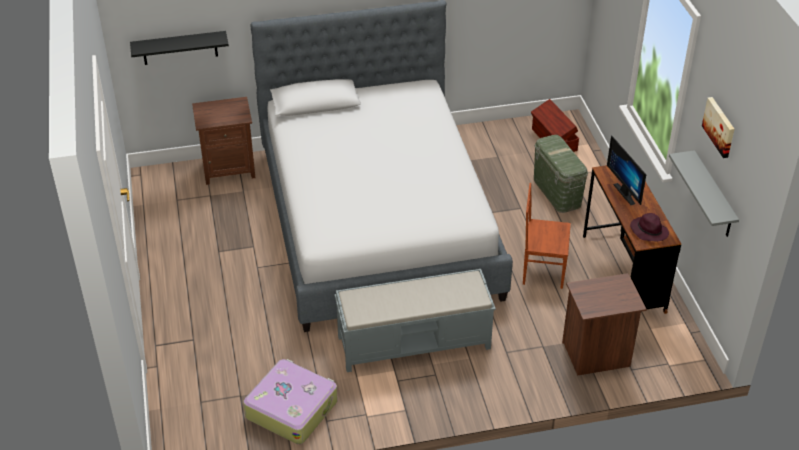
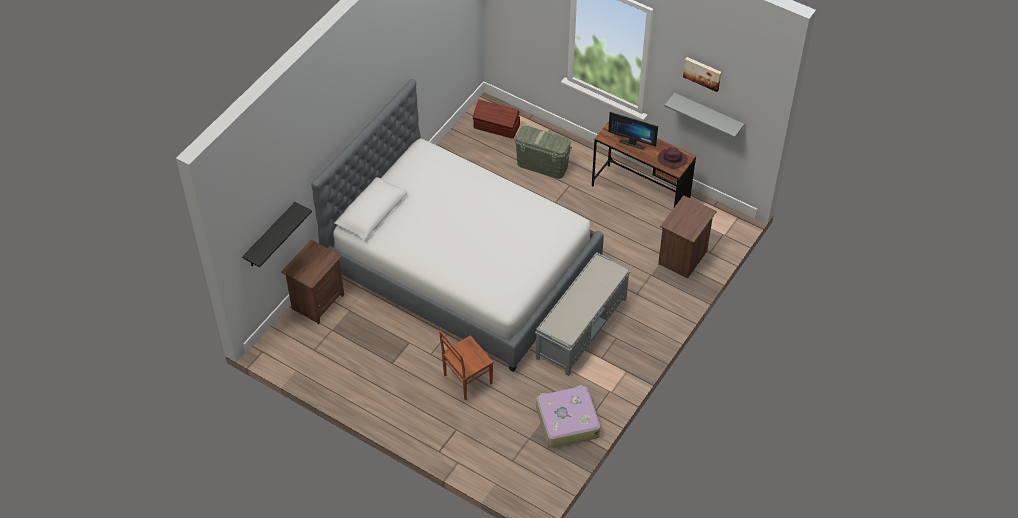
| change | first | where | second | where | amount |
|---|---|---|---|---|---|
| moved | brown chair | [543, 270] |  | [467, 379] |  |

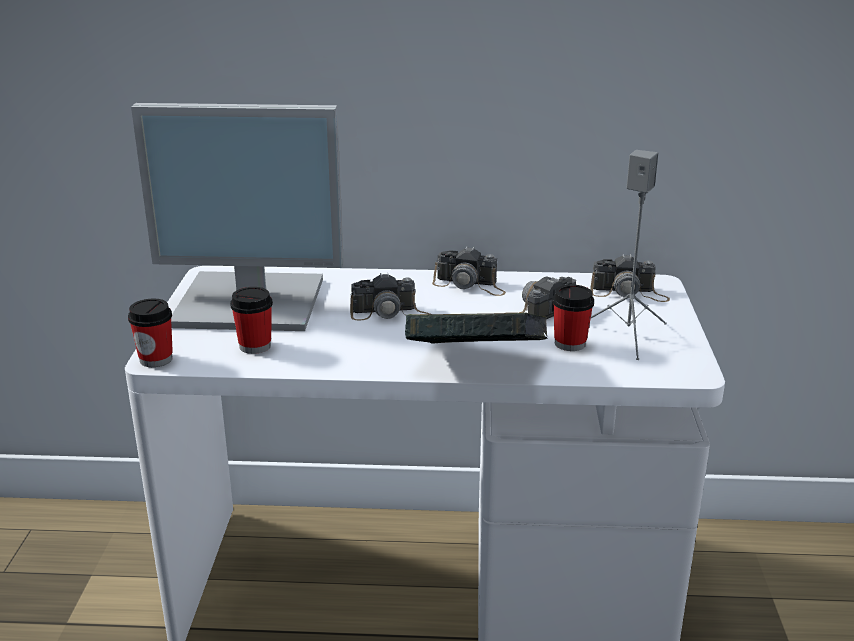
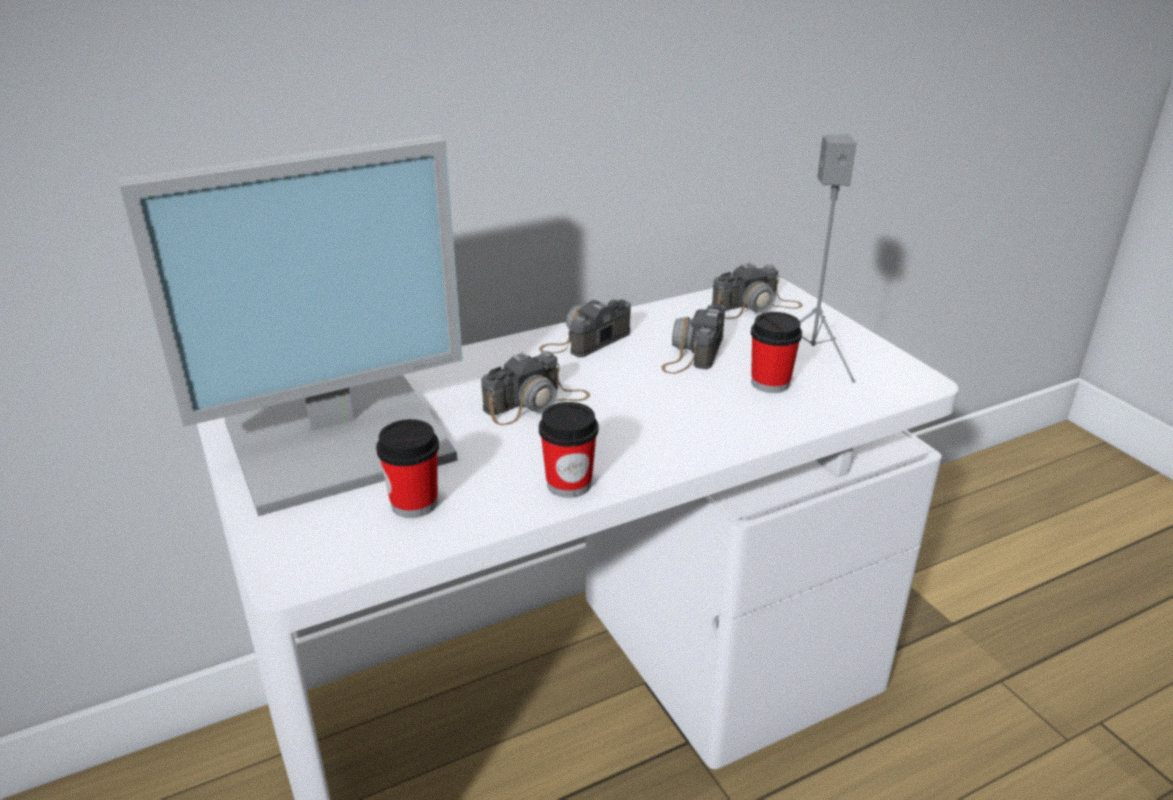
| change | first | where | second | where | amount |
|---|---|---|---|---|---|
| turned | photo camera | [470, 285] |  | [586, 340] | 150 degrees clockwise |
| moved | cup | [156, 359] |  | [569, 484] |  |
| removed | book | [476, 364] |  |  |  |

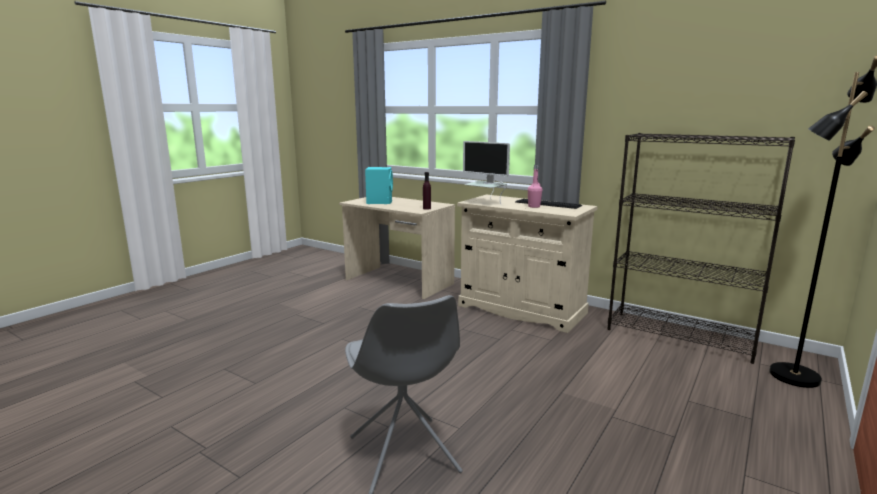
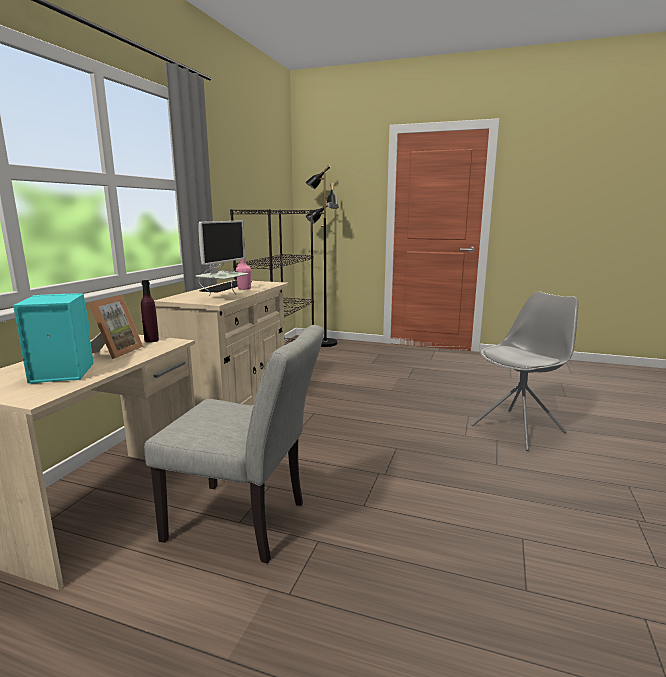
| change | first | where | second | where | amount |
|---|---|---|---|---|---|
| added |  |  | picture frame | [115, 352] |  |
| added |  |  | grey chair | [246, 523] |  |

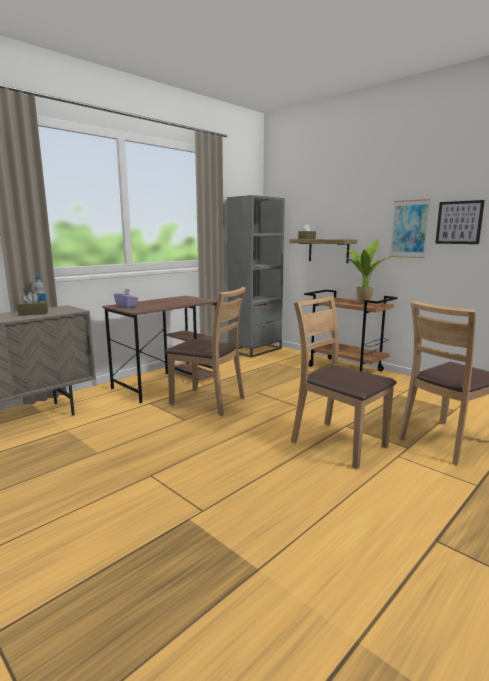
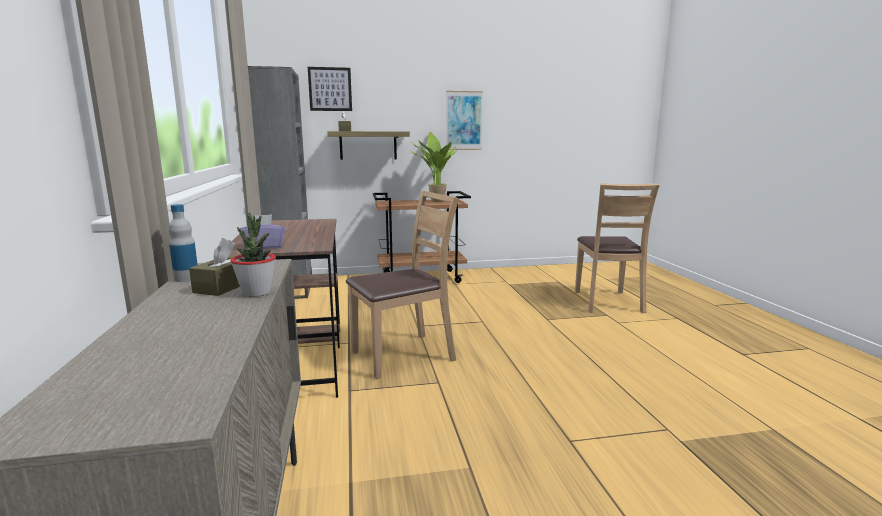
| change | first | where | second | where | amount |
|---|---|---|---|---|---|
| added |  |  | potted plant | [256, 293] |  |
| moved | picture | [459, 222] |  | [330, 89] |  |
| removed | brown chair | [338, 443] |  |  |  |

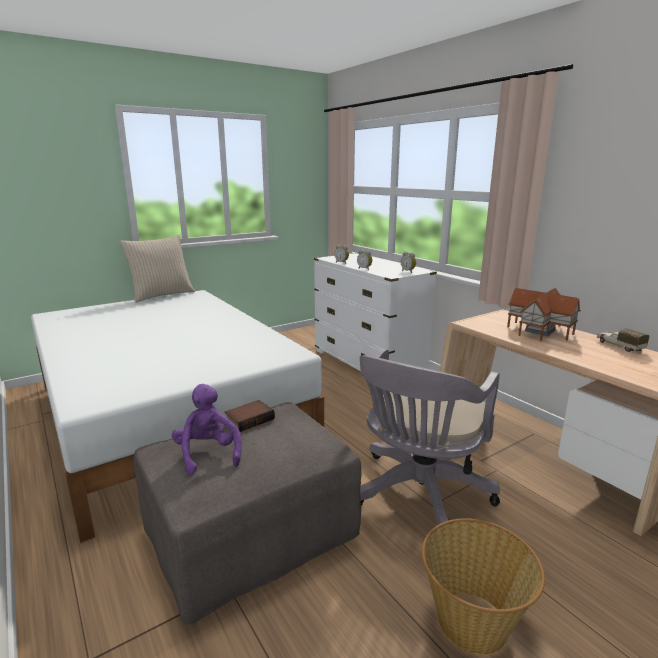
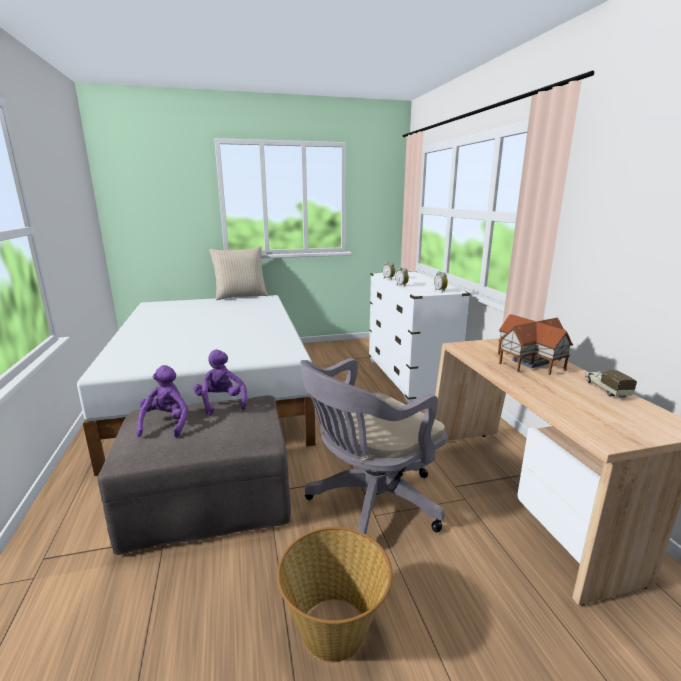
| change | first | where | second | where | amount |
|---|---|---|---|---|---|
| replaced | book | [249, 419] | purple plush toy | [221, 403] |  |

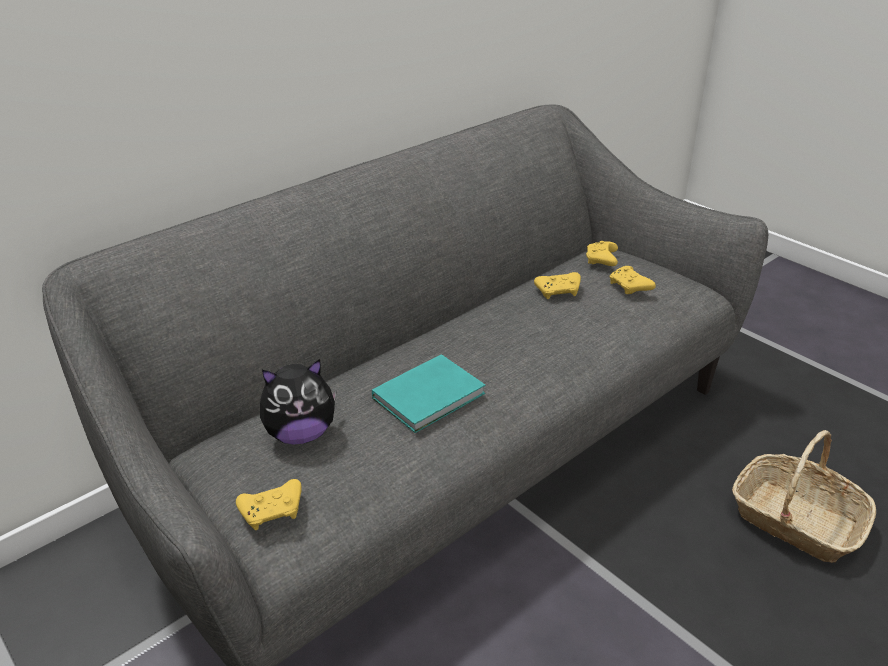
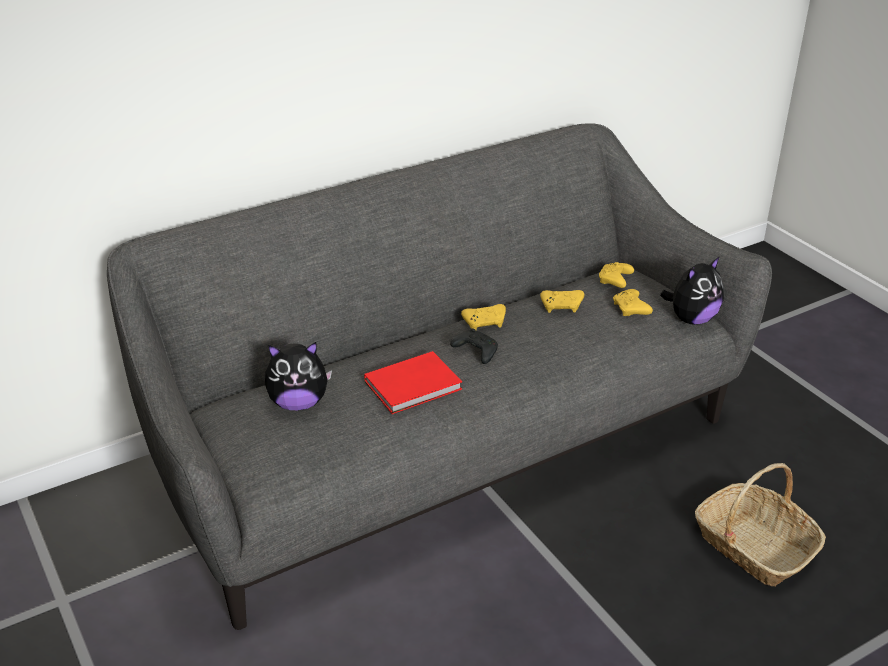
| change | first | where | second | where | amount |
|---|---|---|---|---|---|
| recoloured | turquoise book | [432, 395] | red book | [415, 385] |  |
| added |  |  | black game controller | [475, 352] |  |
| moved | yellow game controller | [273, 511] |  | [485, 323] |  |
| added |  |  | plush toy | [691, 319] |  |

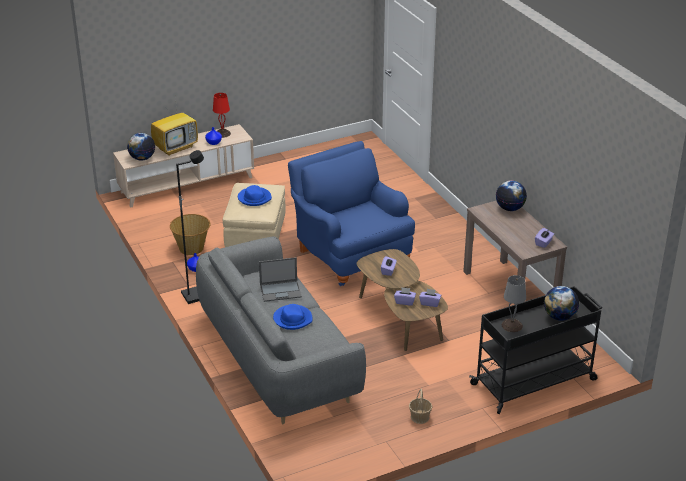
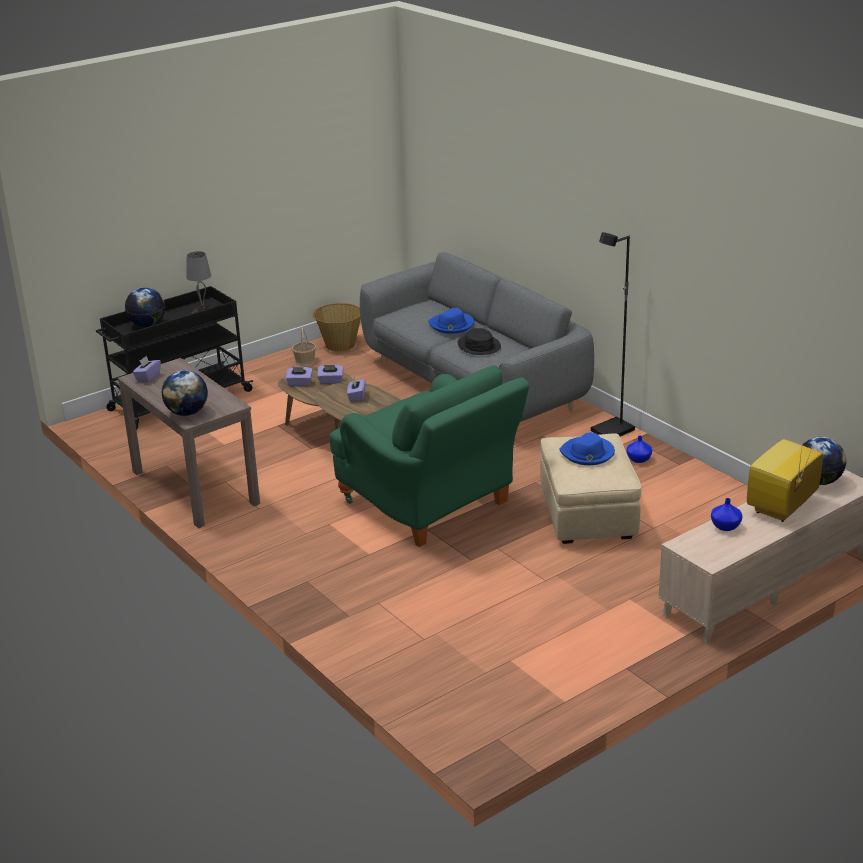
| change | first | where | second | where | amount |
|---|---|---|---|---|---|
| moved | basket | [192, 248] |  | [339, 345] |  |
| recoloured | blue armchair | [350, 254] | green armchair | [430, 506] |  |
| replaced | laptop | [281, 291] | black hat | [479, 346] |  |
| removed | red table lamp | [222, 134] |  |  |  |

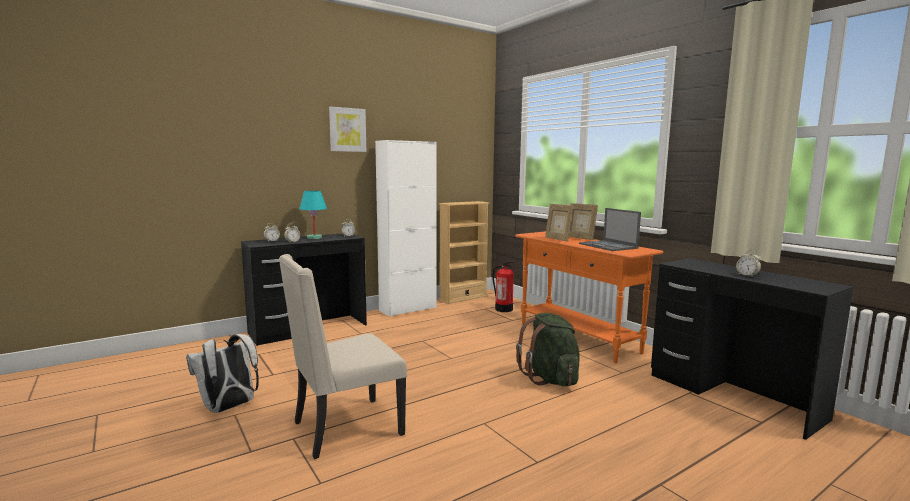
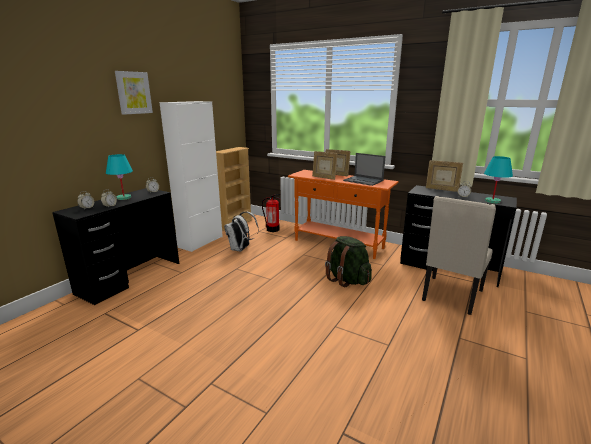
| change | first | where | second | where | amount |
|---|---|---|---|---|---|
| moved | white backpack | [228, 408] |  | [241, 249] |  |
| moved | beige chair | [345, 429] |  | [451, 296] |  |
| added |  |  | picture frame | [441, 189] |  |
| added |  |  | turquoise table lamp | [493, 201] |  |

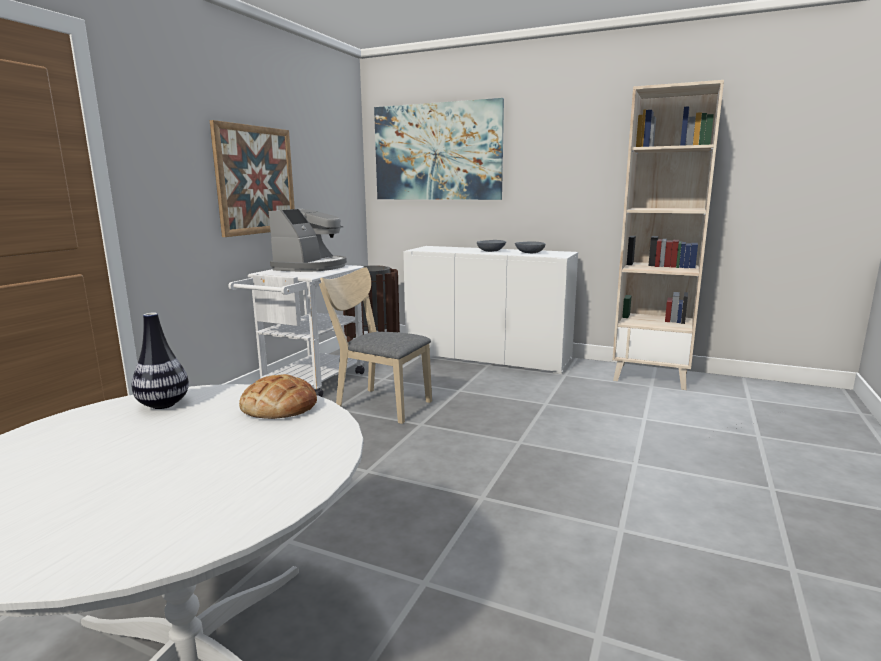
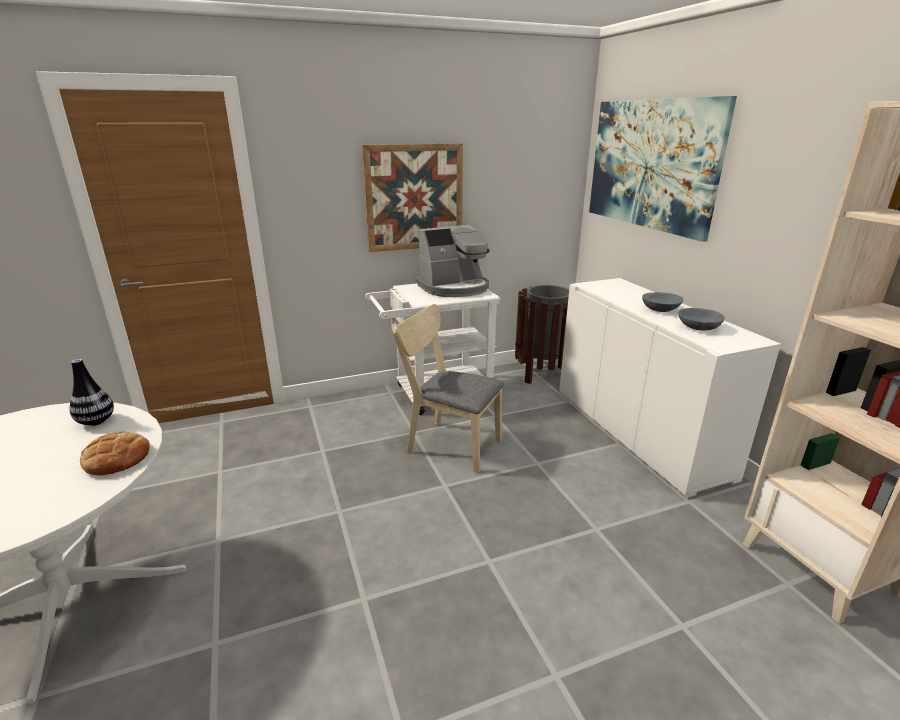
| change | first | where | second | where | amount |
|---|---|---|---|---|---|
| turned | beige chair | [378, 404] |  | [448, 444] | 45 degrees counterclockwise |

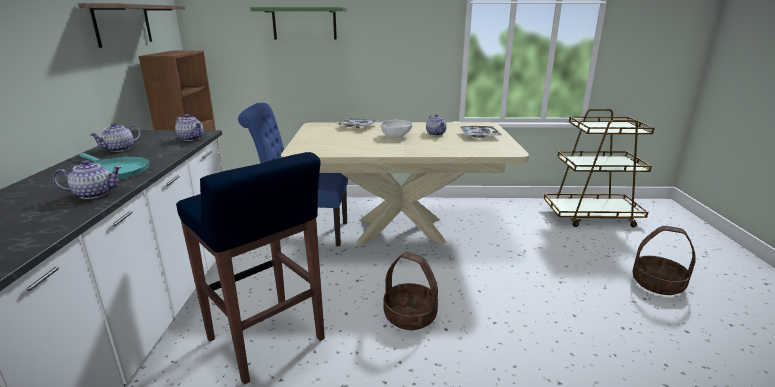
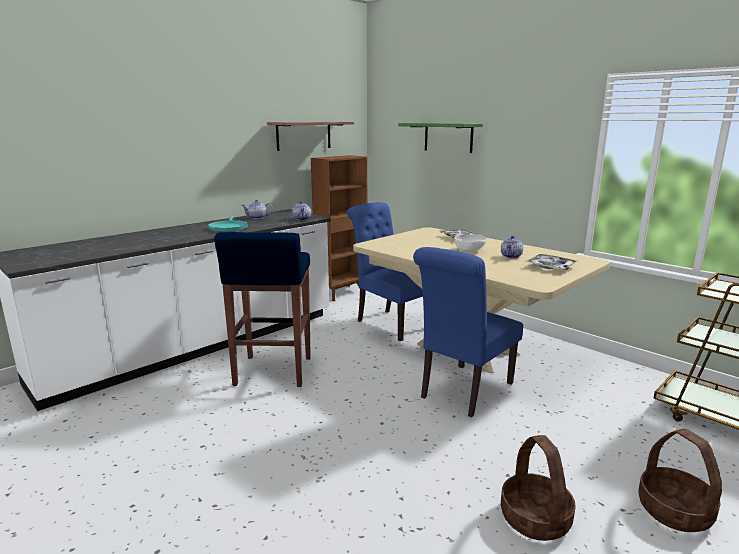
| change | first | where | second | where | amount |
|---|---|---|---|---|---|
| added |  |  | blue chair | [463, 392] |  |
| moved | basket | [410, 315] |  | [536, 519] |  |
| removed | teapot | [95, 194] |  |  |  |

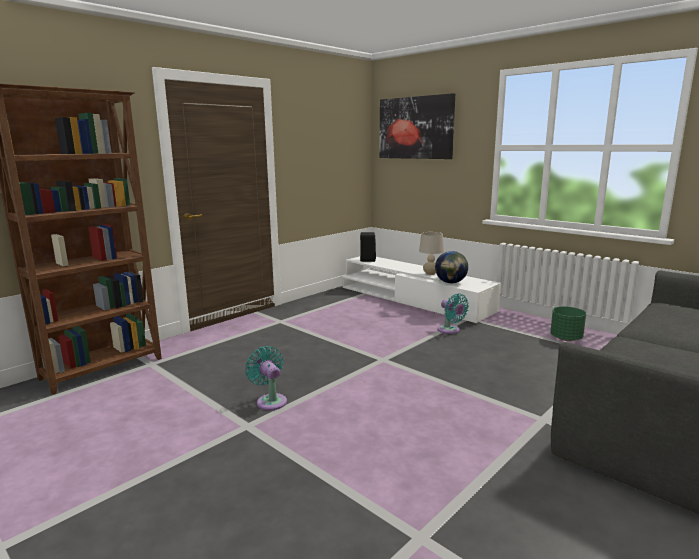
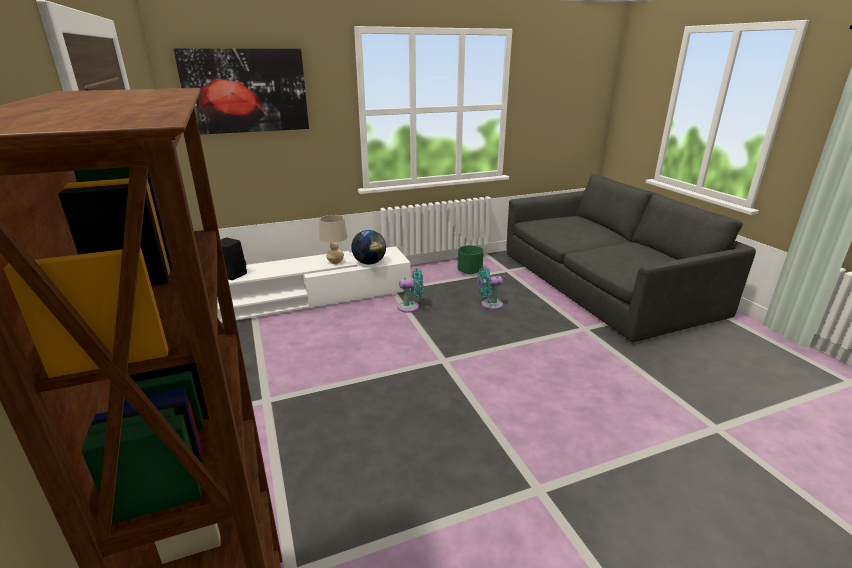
| change | first | where | second | where | amount |
|---|---|---|---|---|---|
| moved | turquoise fan | [270, 401] |  | [489, 304] |  |

